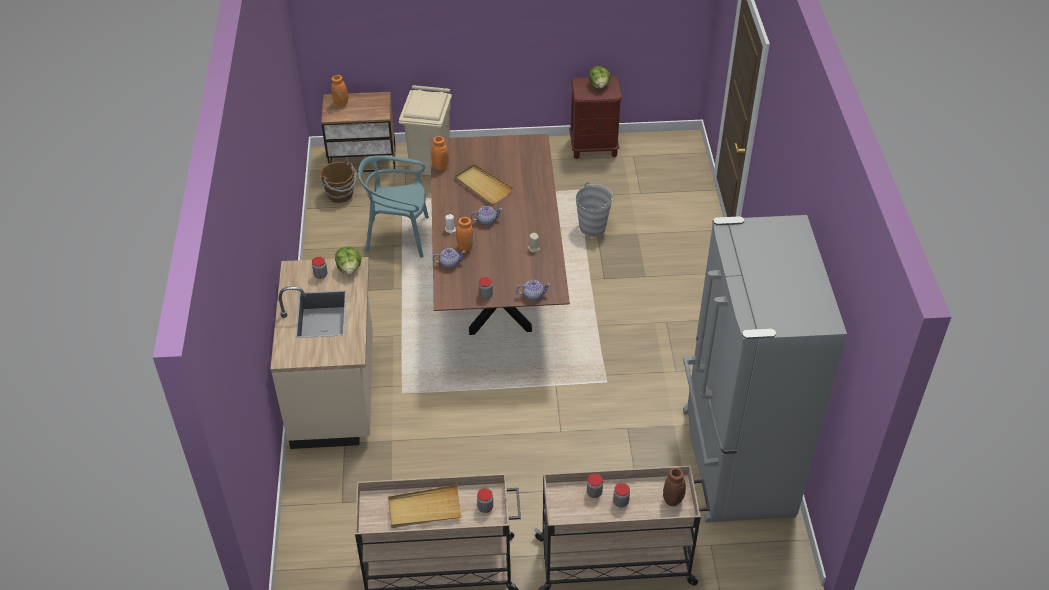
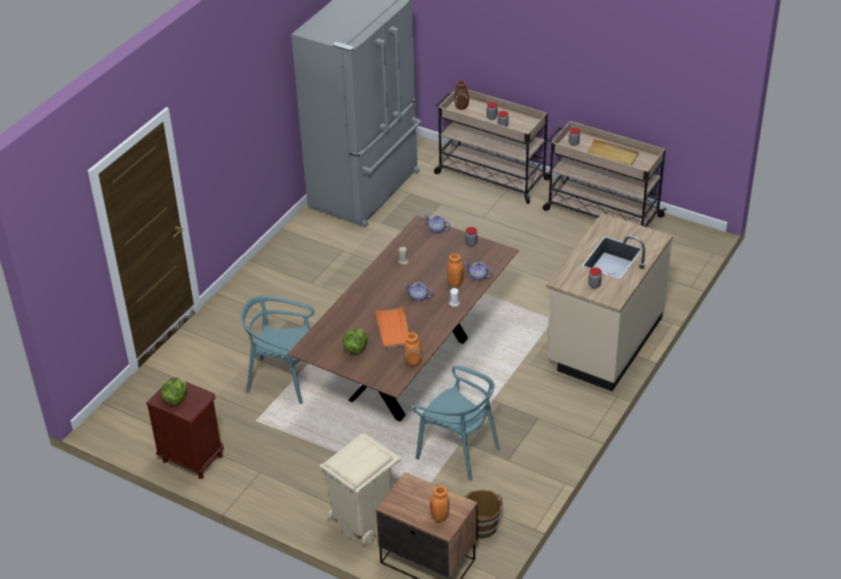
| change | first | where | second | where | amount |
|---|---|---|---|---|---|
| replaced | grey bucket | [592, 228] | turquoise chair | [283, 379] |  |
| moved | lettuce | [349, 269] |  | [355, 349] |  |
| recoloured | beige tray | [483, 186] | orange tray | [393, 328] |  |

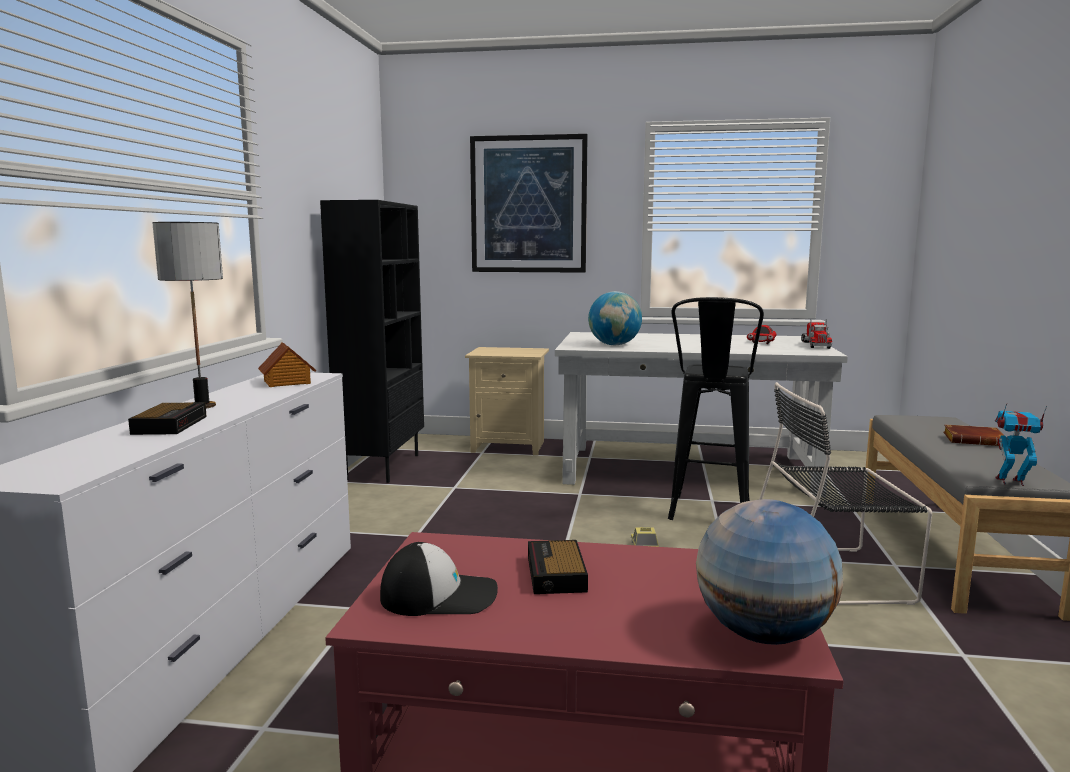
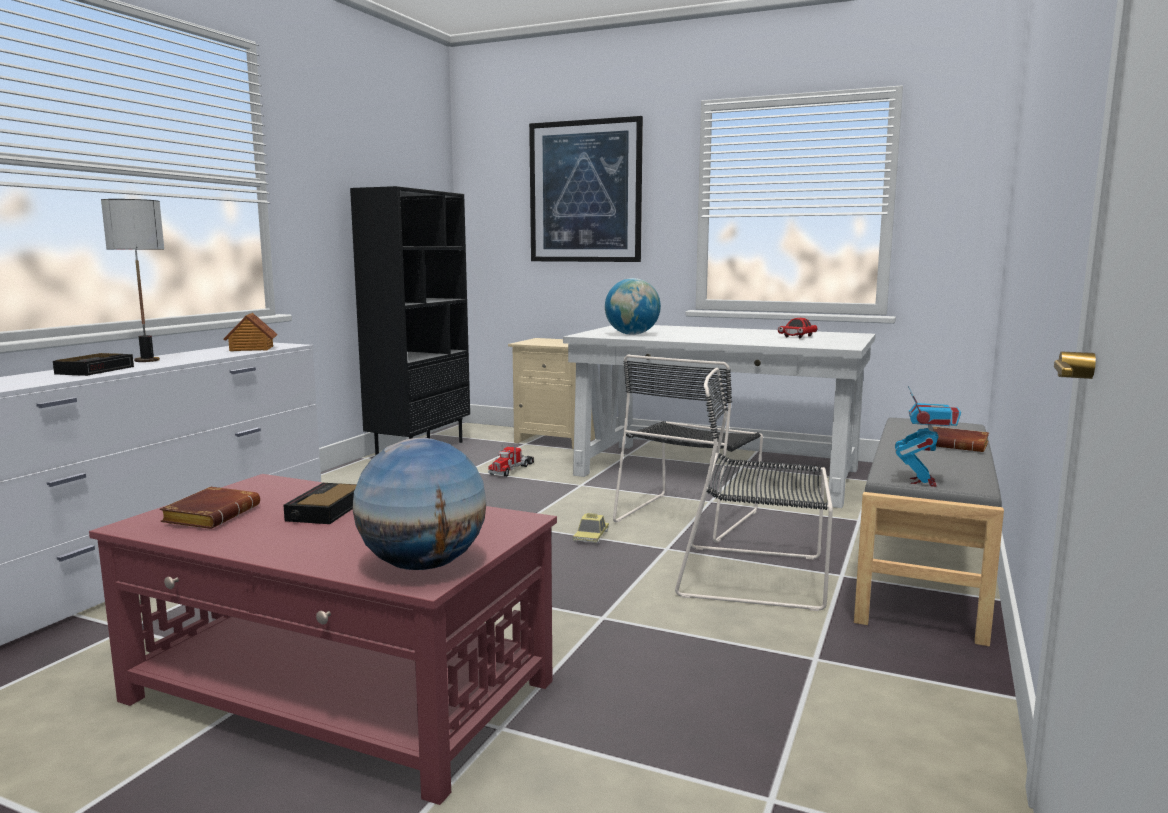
| change | first | where | second | where | amount |
|---|---|---|---|---|---|
| replaced | cap | [440, 595] | brown book | [211, 515] |  |
| moved | toy truck | [815, 345] |  | [511, 469] |  |
| replaced | black stool | [708, 517] | black chair | [689, 515] |  |
| turned | toy robot | [1010, 481] |  | [923, 482] | 75 degrees clockwise |

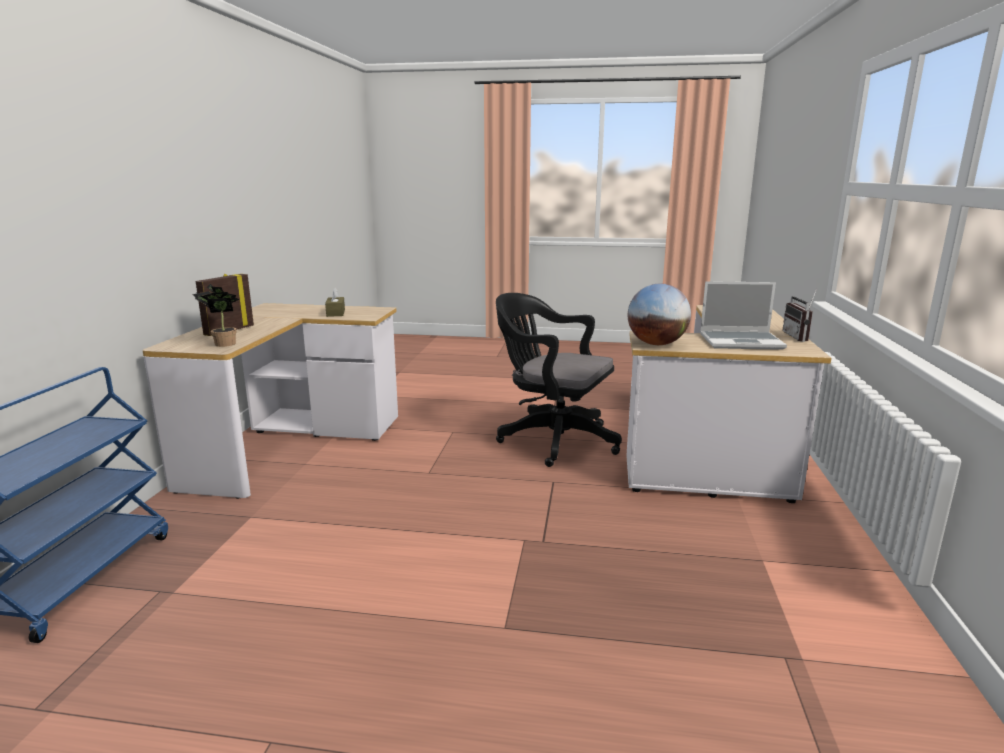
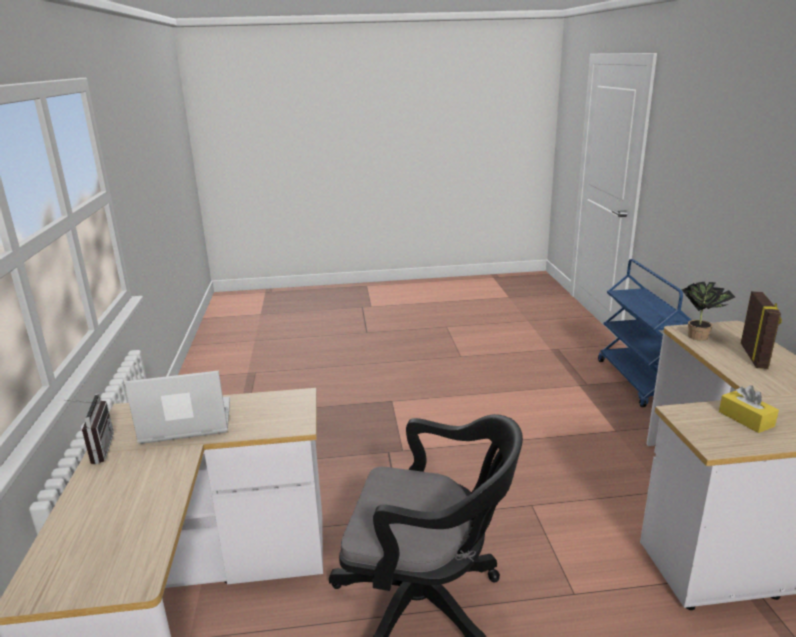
| change | first | where | second | where | amount |
|---|---|---|---|---|---|
| recoloured | brown tissue box | [335, 313] | yellow tissue box | [746, 419] |  |
| removed | globe | [656, 344] |  |  |  |

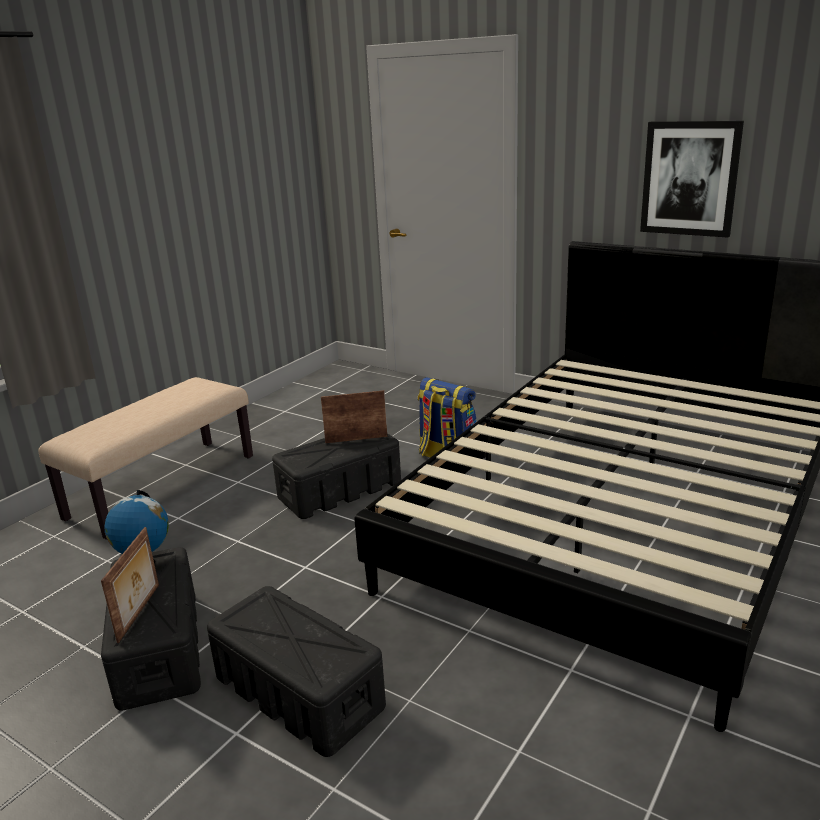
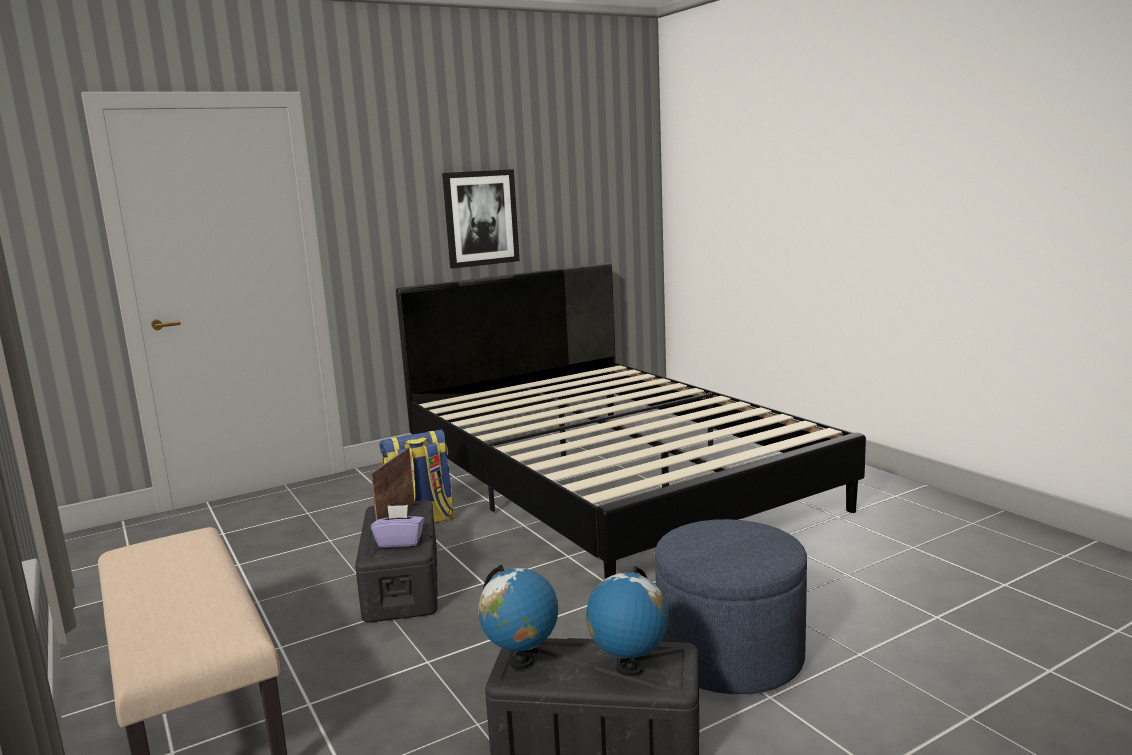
| change | first | where | second | where | amount |
|---|---|---|---|---|---|
| added |  |  | purple tissue box | [400, 542] |  |
| replaced | picture frame | [140, 612] | globe | [628, 668] |  |
| replaced | black storage box | [298, 691] | blue ottoman | [730, 655] |  |

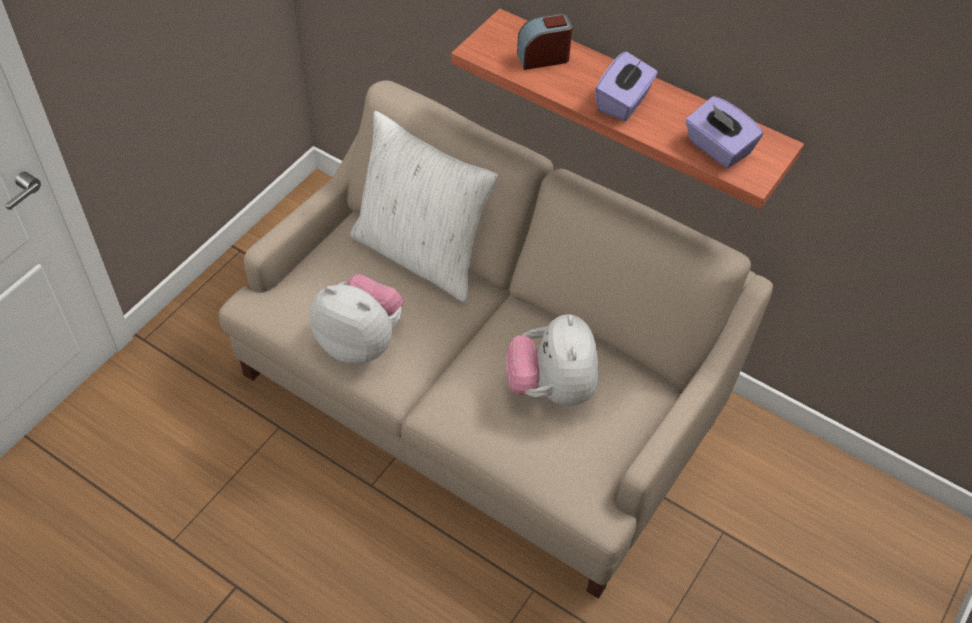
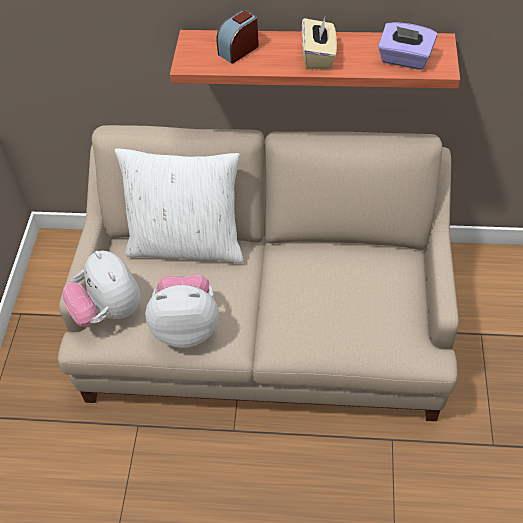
| change | first | where | second | where | amount |
|---|---|---|---|---|---|
| moved | plush toy | [551, 387] |  | [109, 311] |  |
| recoloured | purple tissue box | [623, 102] | beige tissue box | [318, 56] |  |

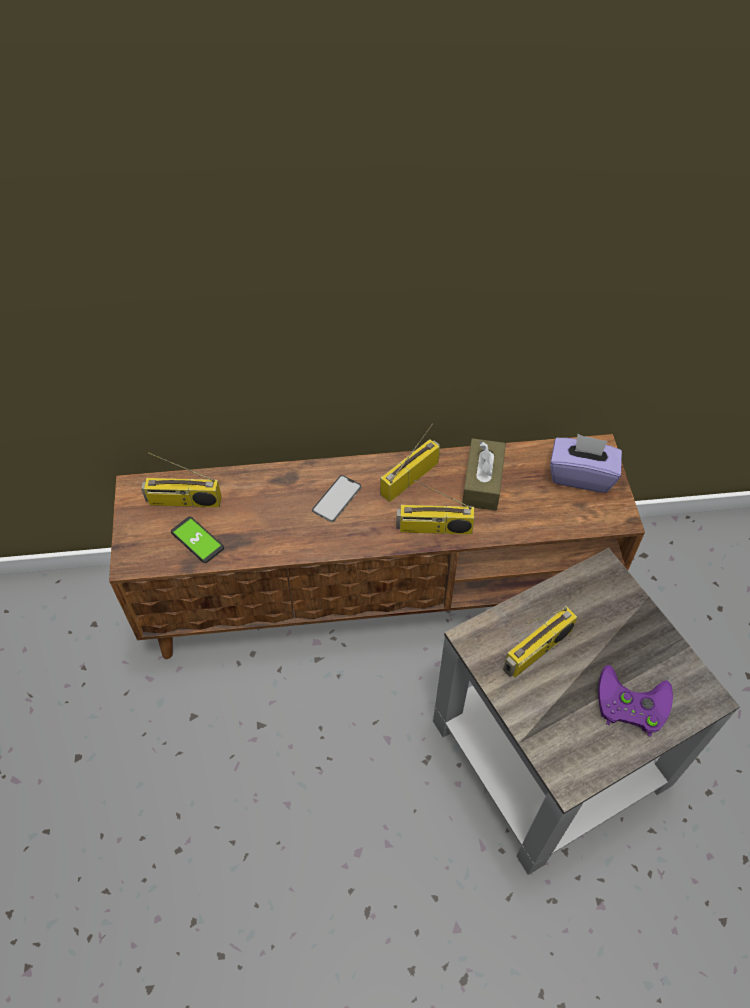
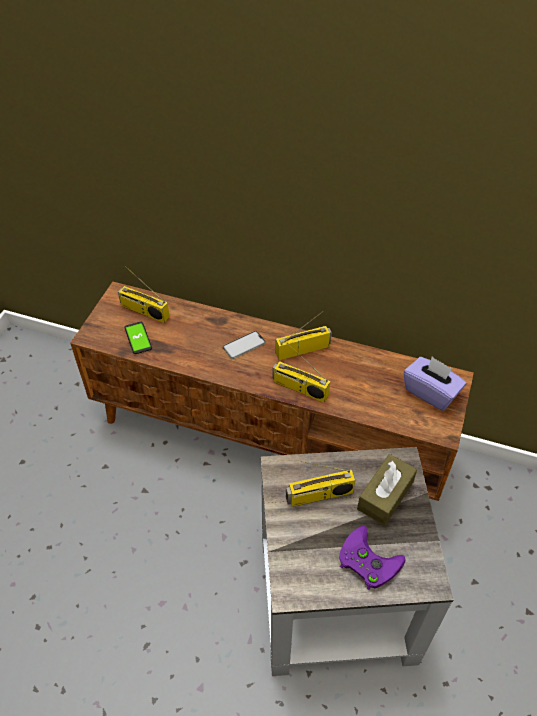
| change | first | where | second | where | amount |
|---|---|---|---|---|---|
| moved | brown tissue box | [482, 482] |  | [385, 495] |  |

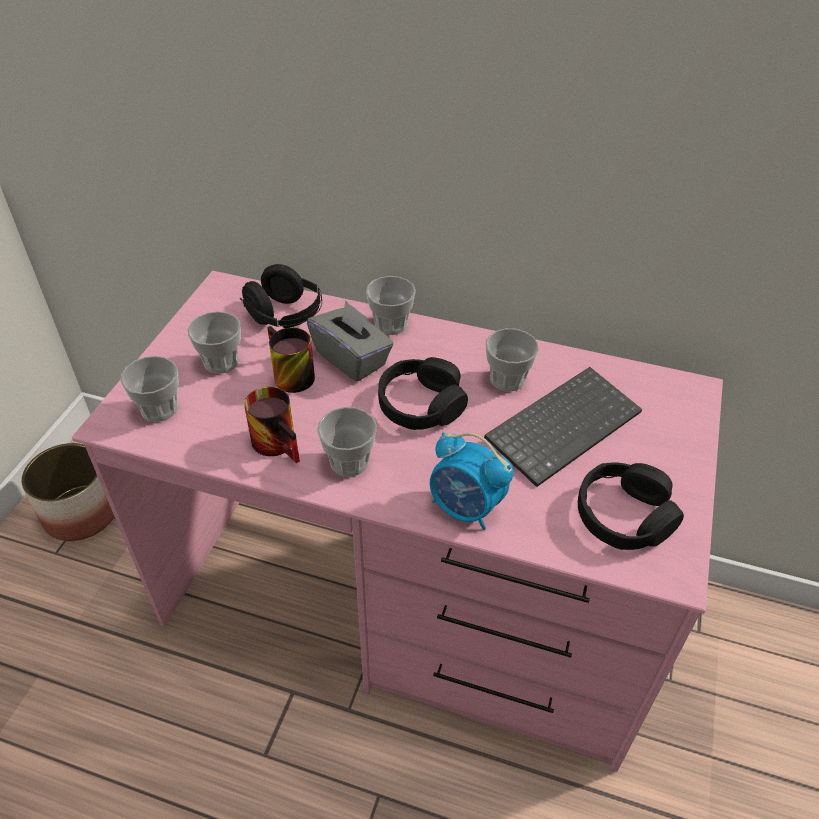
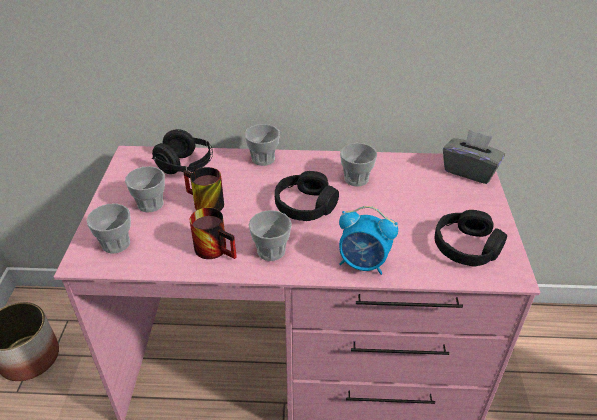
| change | first | where | second | where | amount |
|---|---|---|---|---|---|
| moved | grey tissue box | [352, 358] |  | [469, 171] |  |
| removed | keyboard | [563, 424] |  |  |  |

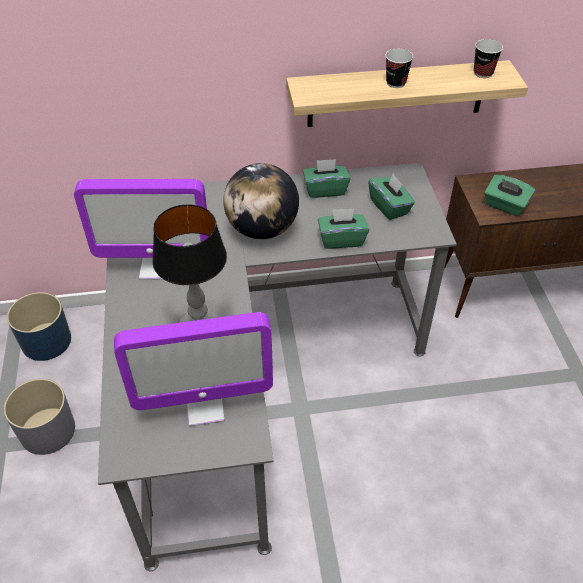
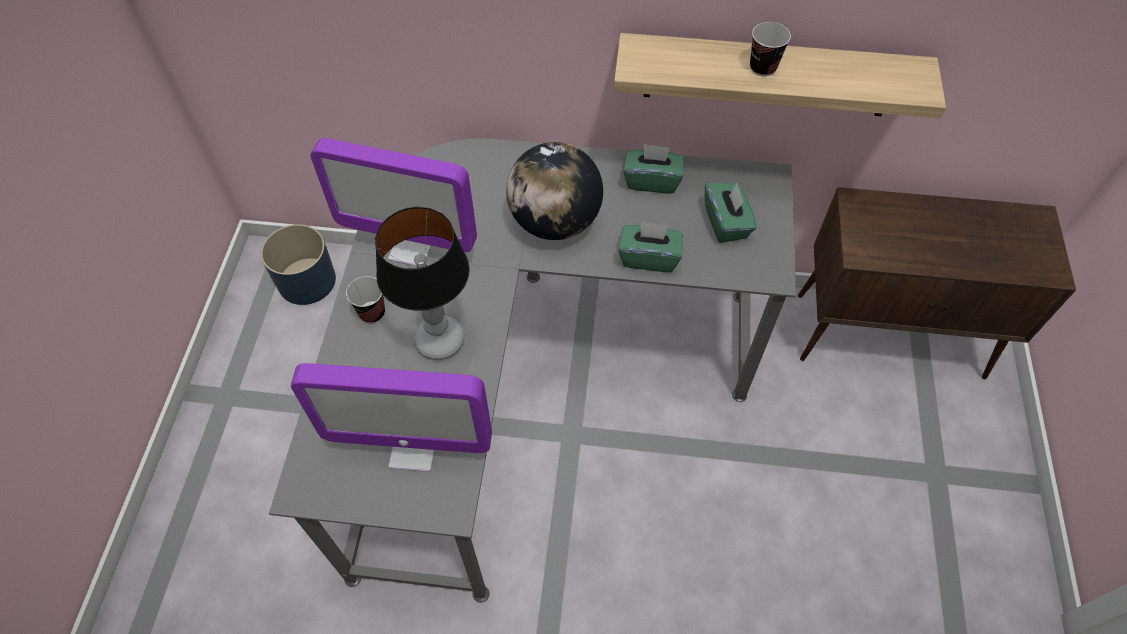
| change | first | where | second | where | amount |
|---|---|---|---|---|---|
| moved | cup | [483, 73] |  | [372, 313] |  |
| removed | grey planter | [47, 430] |  |  |  |
| removed | green tissue box | [505, 206] |  |  |  |

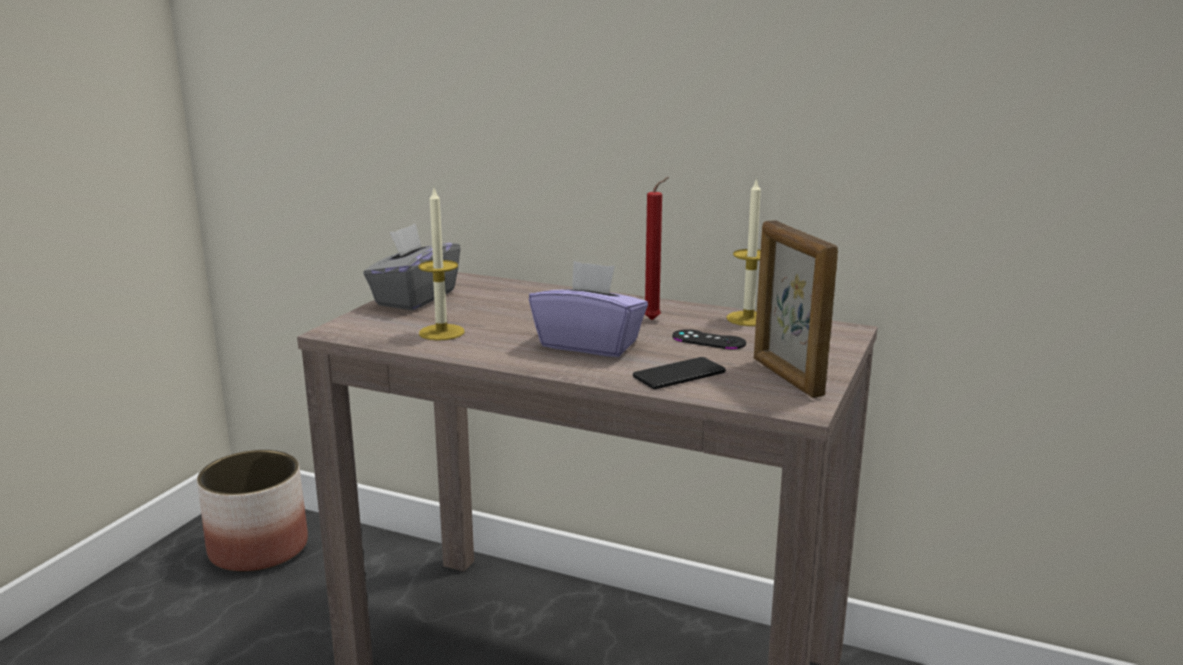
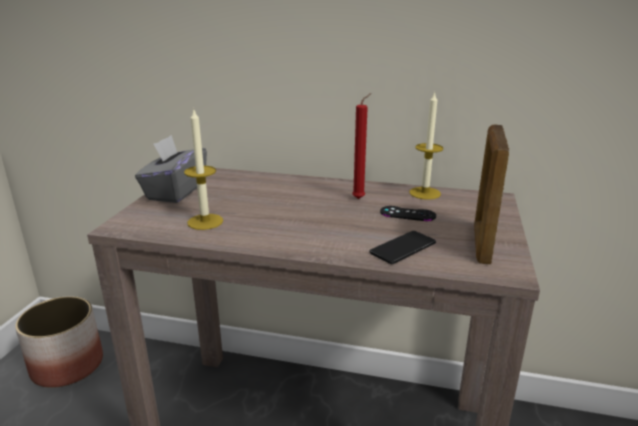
| change | first | where | second | where | amount |
|---|---|---|---|---|---|
| turned | picture frame | [786, 377] |  | [481, 244] | 45 degrees clockwise |
| removed | purple tissue box | [589, 344] |  |  |  |

